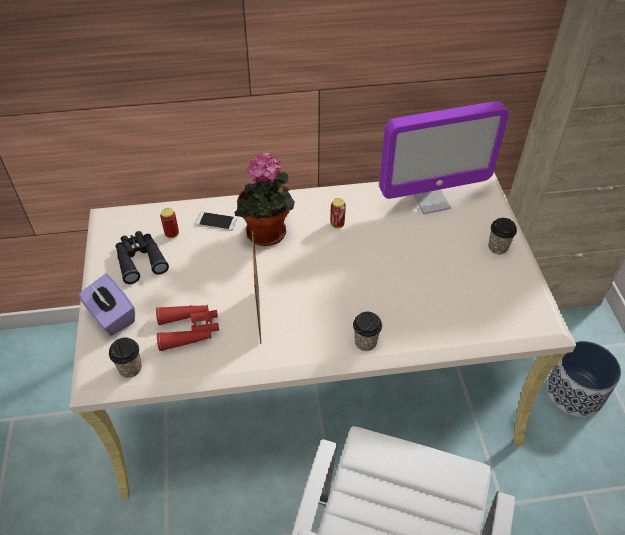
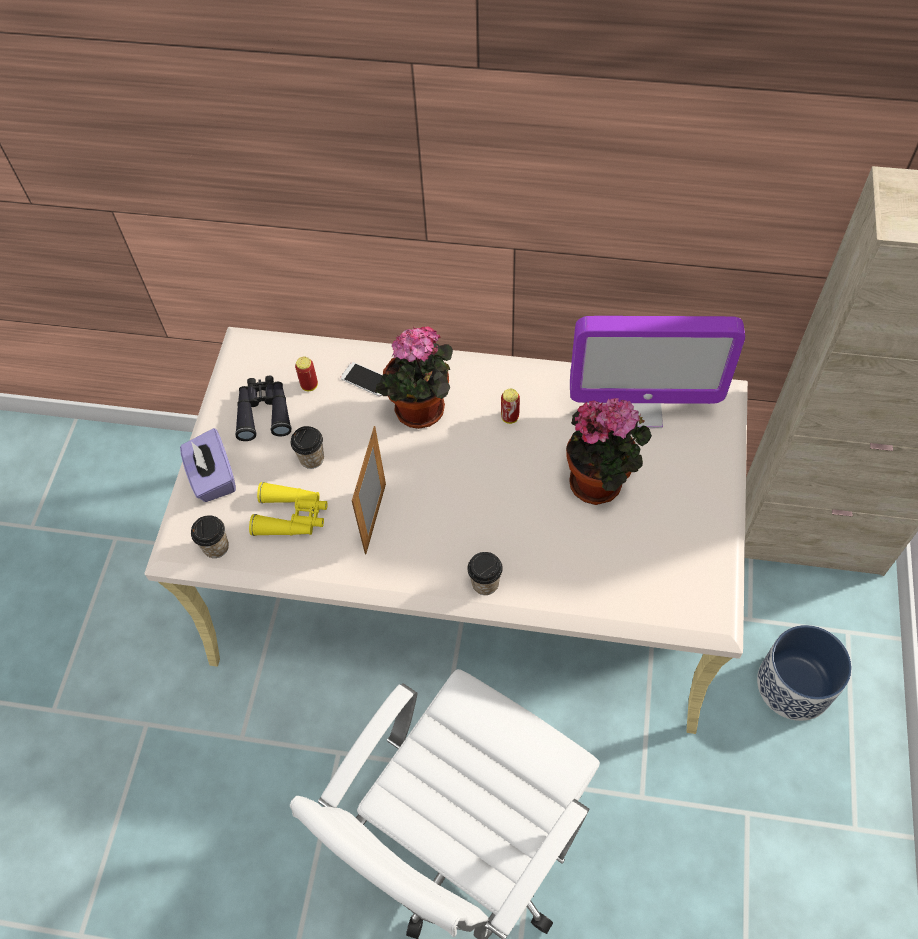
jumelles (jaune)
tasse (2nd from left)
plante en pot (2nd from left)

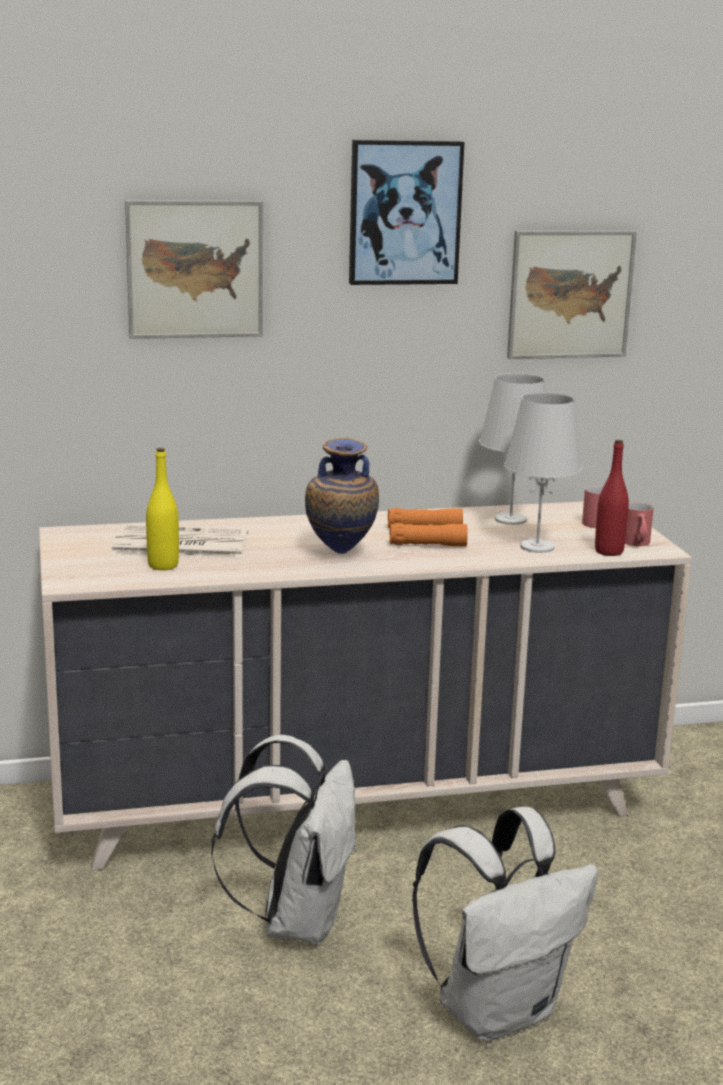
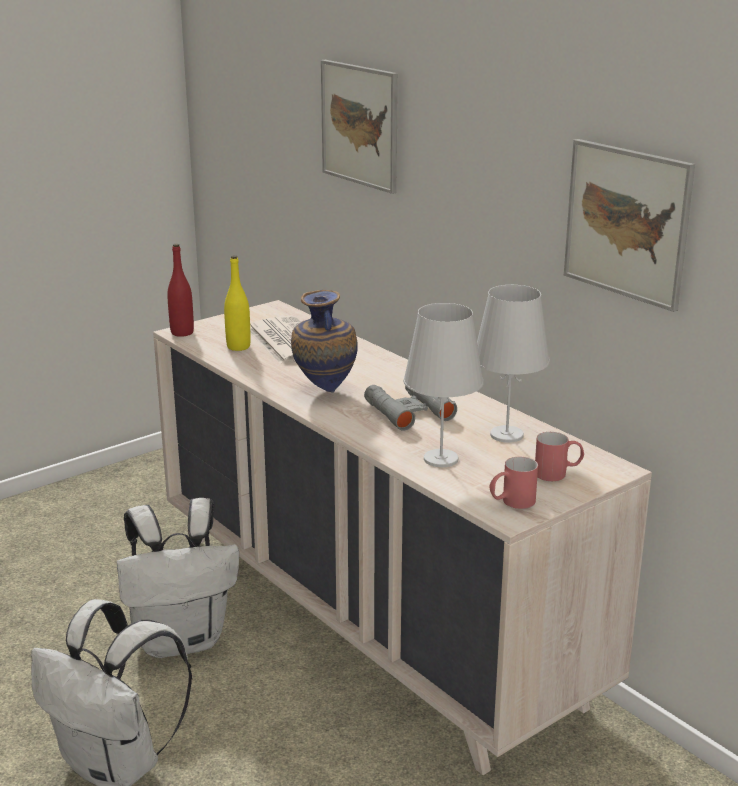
bouteille (rouge)
jumelles (gris)
tableau (2nd from left in the first image)

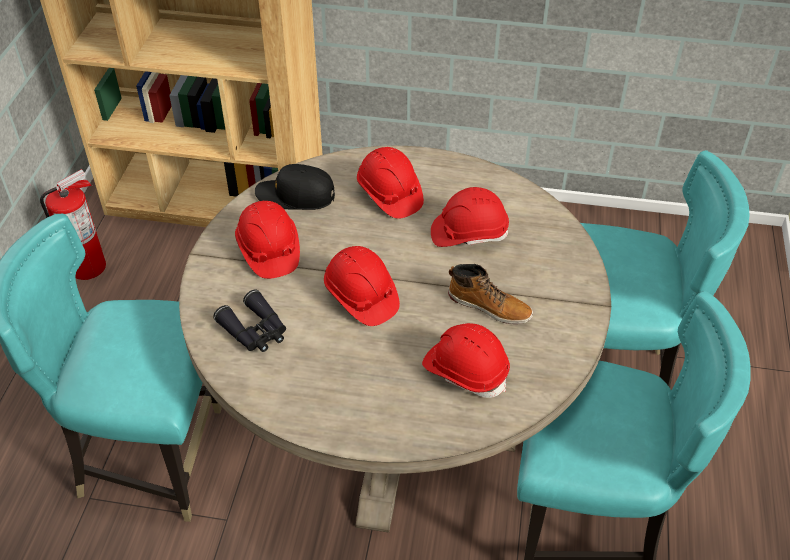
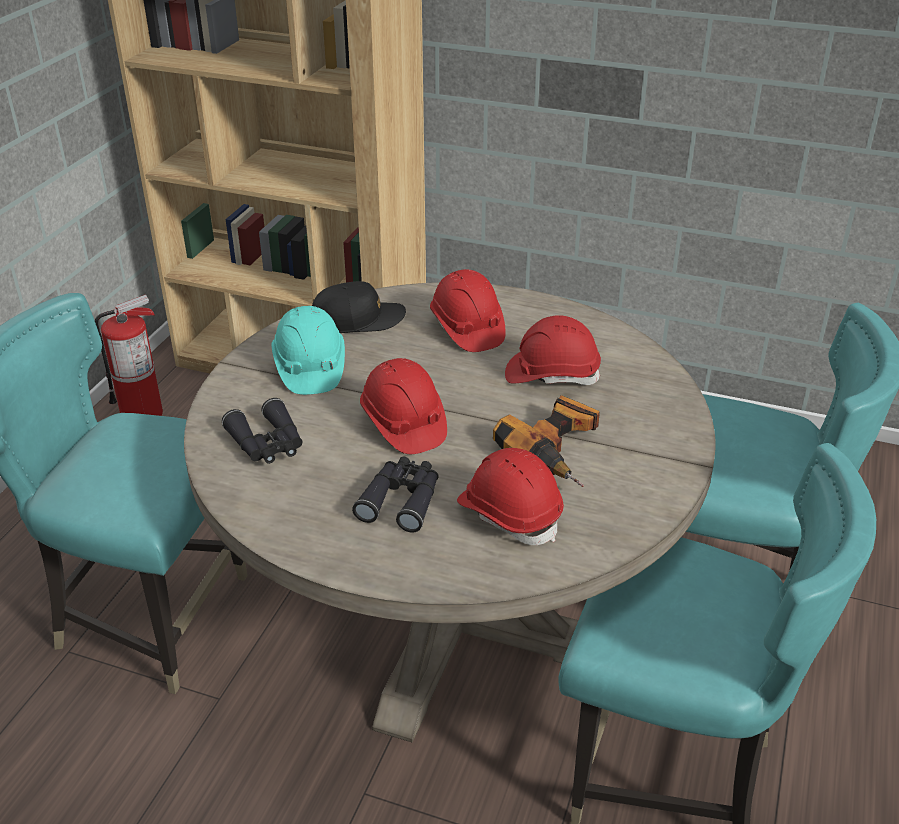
casque de chantier (turquoise)
casquette (noir)
jumelles (noir) (2nd from left)
perceuse

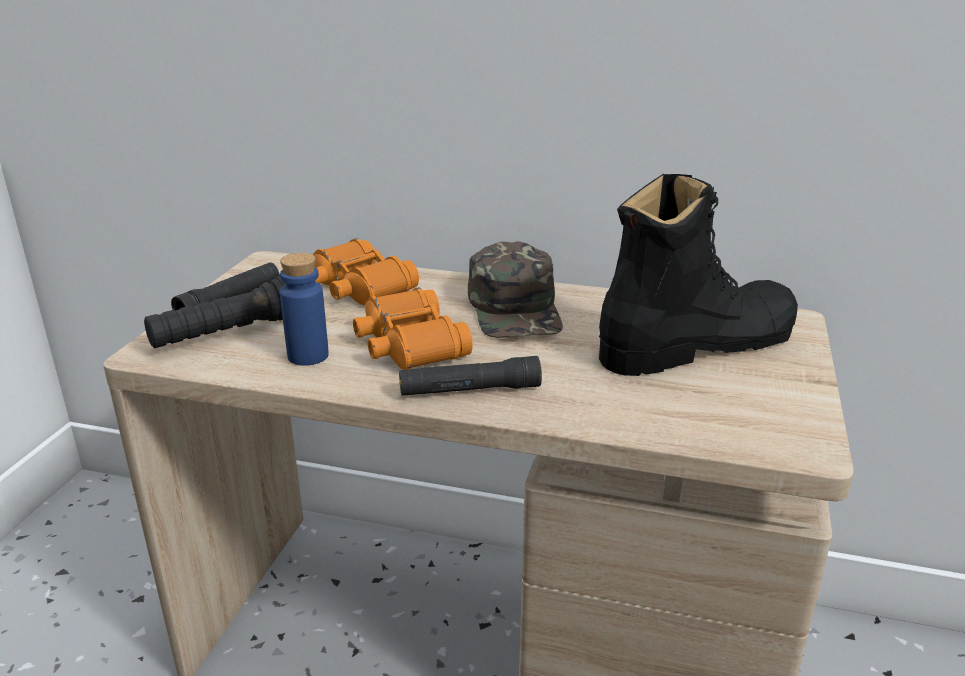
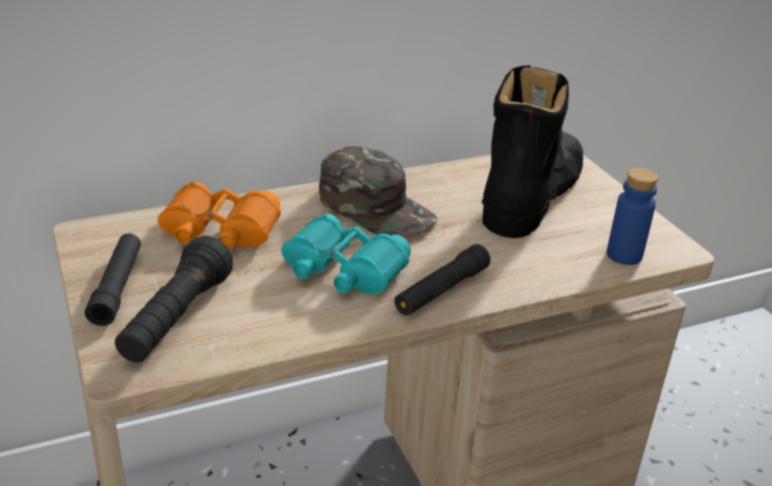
jumelles (turquoise)
bouteille (bleu)

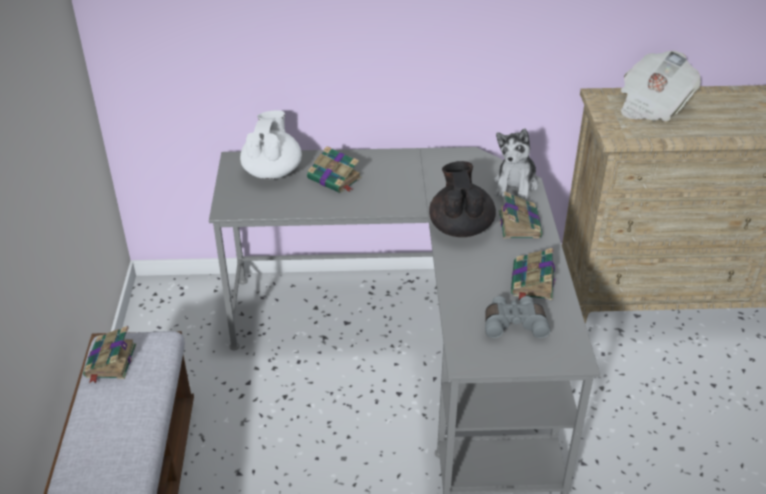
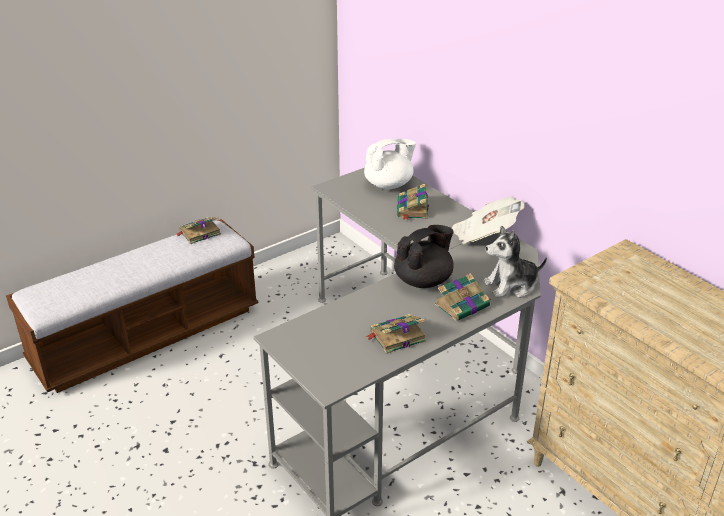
journal
jumelles (gris)

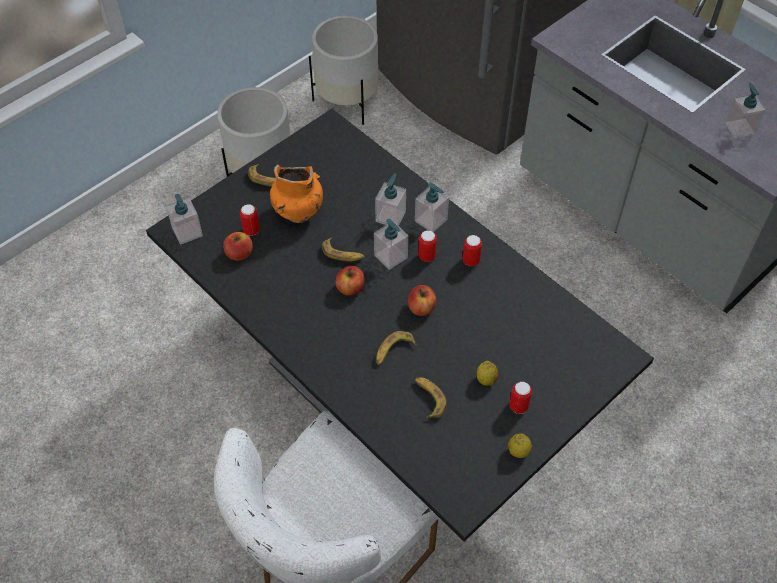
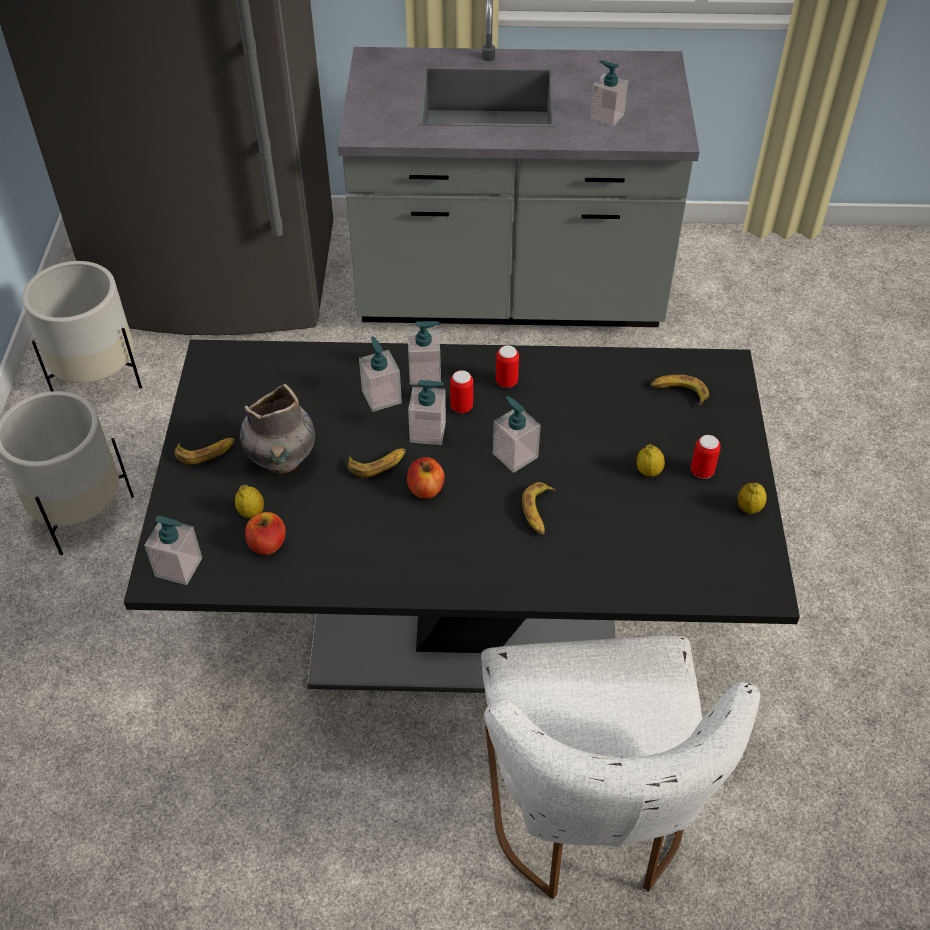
citron (1st from left)
vase (gris)
distributeur de savon (5th from left)
banane (4th from left)

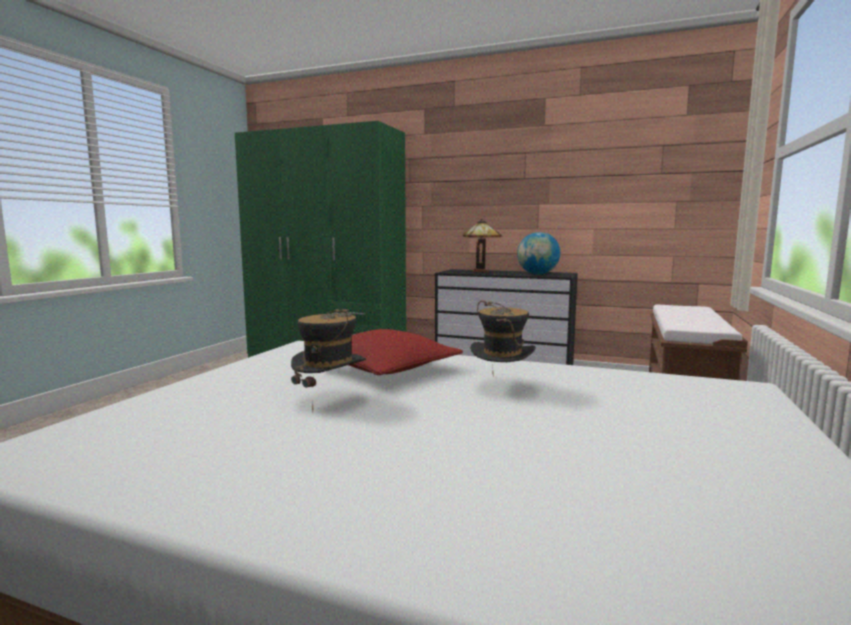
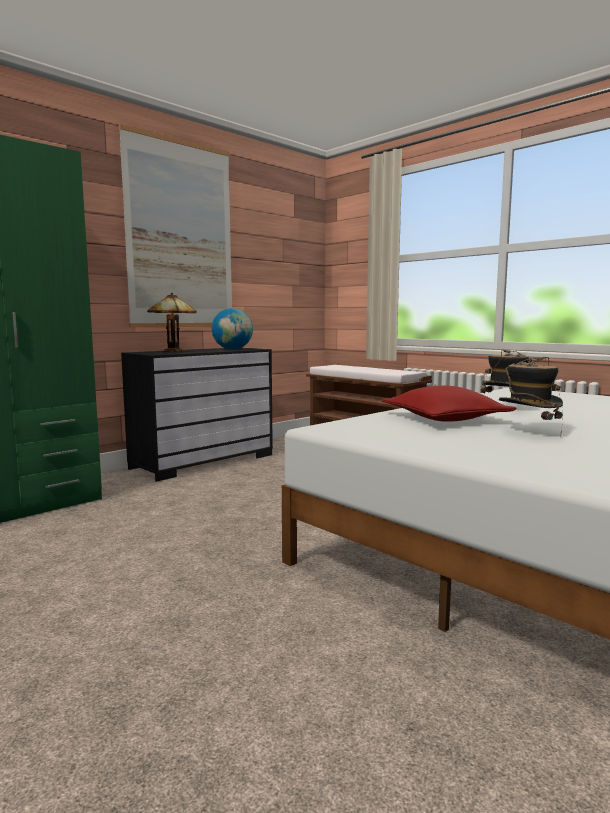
tableau

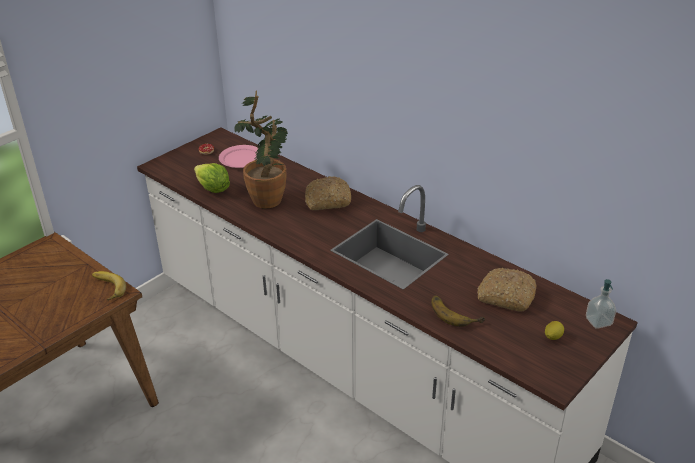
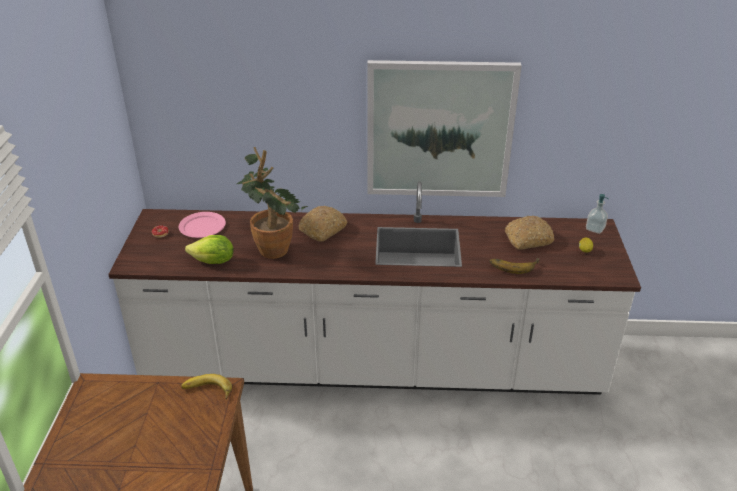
tableau

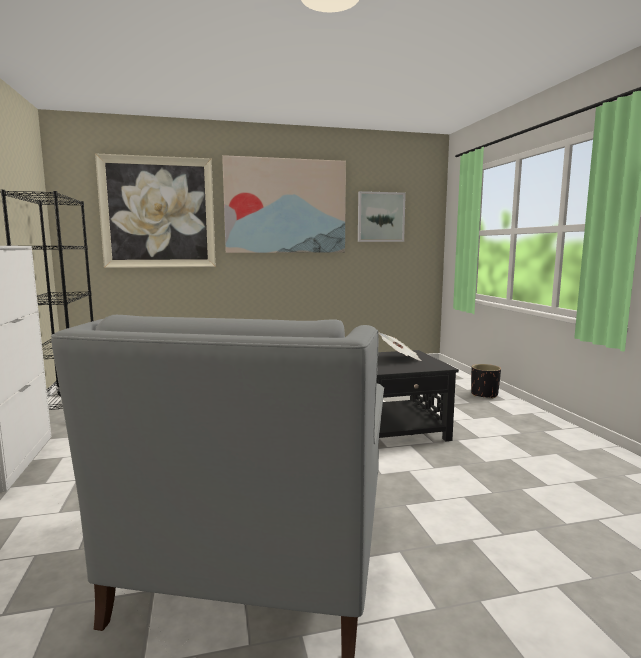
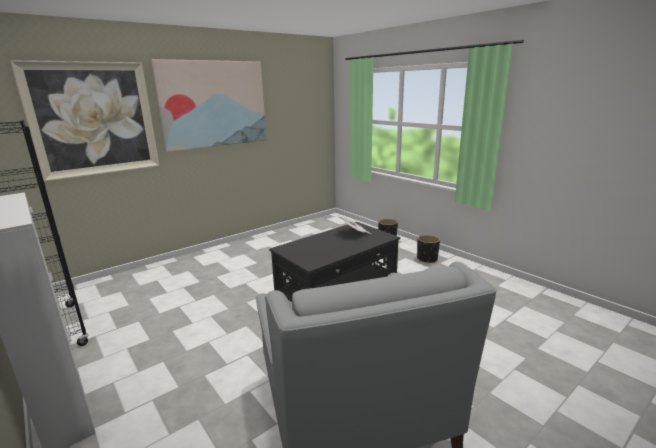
cache-pot (noir) (2nd from left)
tableau (3rd from left in the first image)

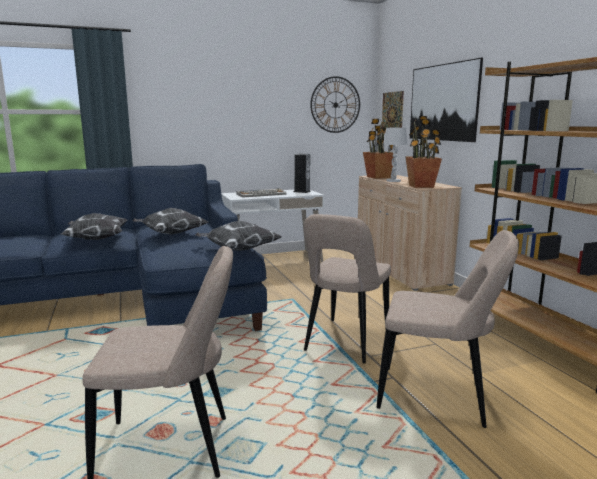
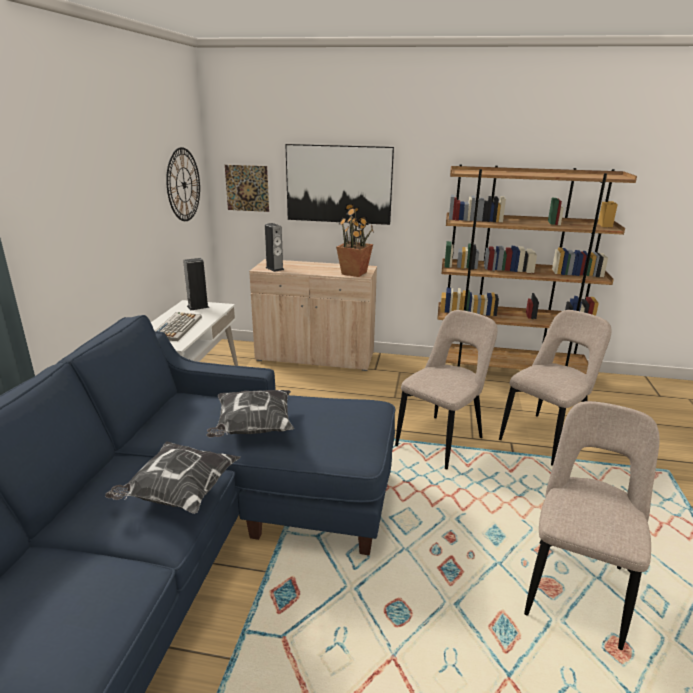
enceinte (2nd from left)
chaise (beige) (1st from left)
coussin (3rd from left in the first image)
lampe de table (blanc)

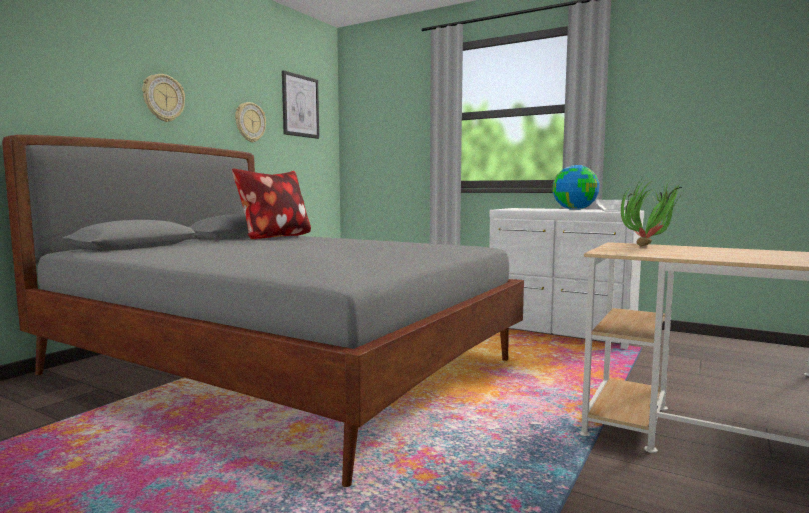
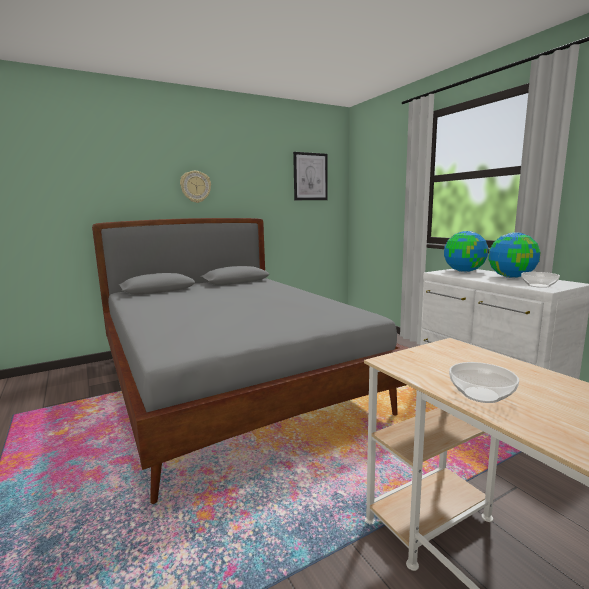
globe (1st from left)
bol (1st from left)
coussin
horloge murale (2nd from left in the first image)
plante en pot

